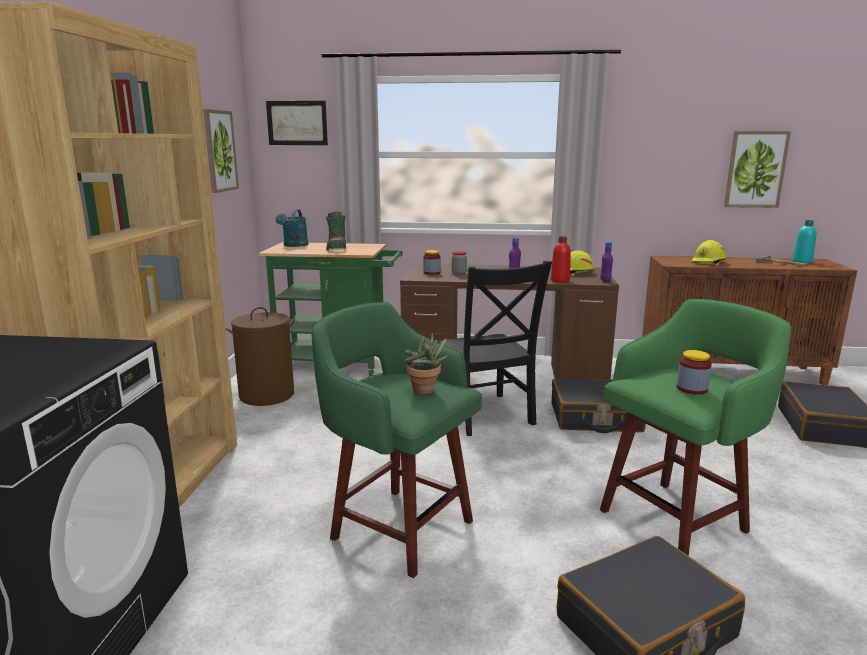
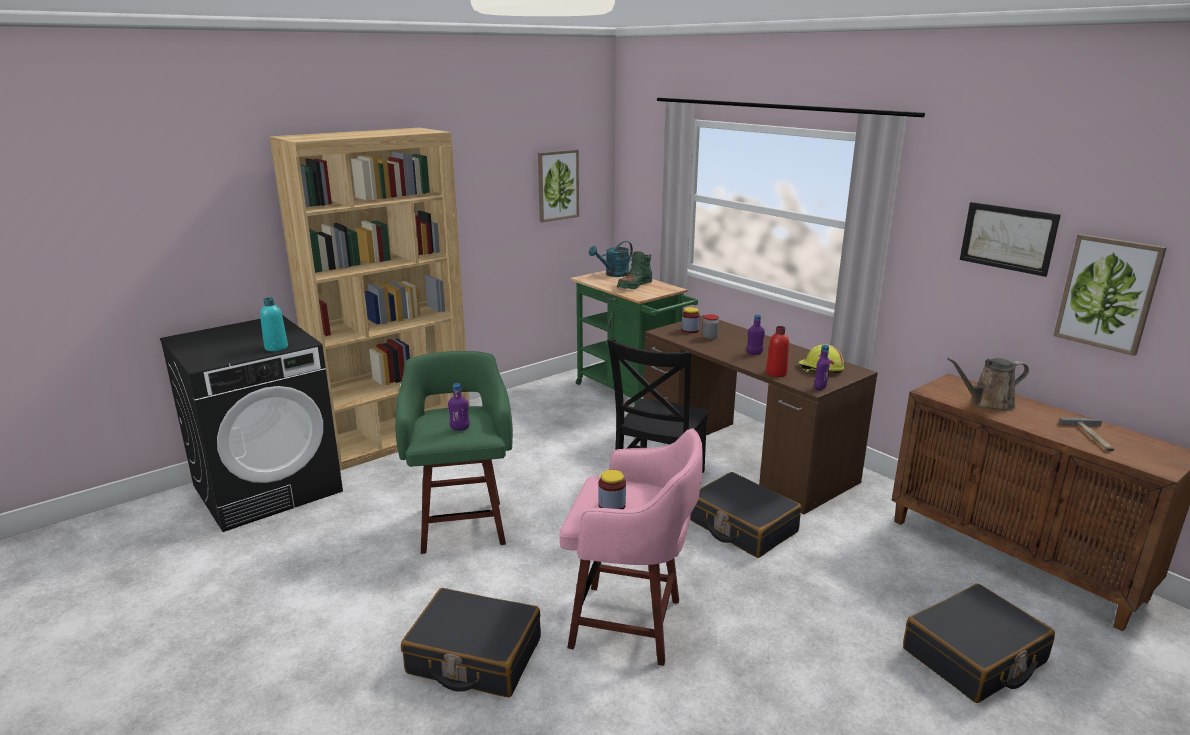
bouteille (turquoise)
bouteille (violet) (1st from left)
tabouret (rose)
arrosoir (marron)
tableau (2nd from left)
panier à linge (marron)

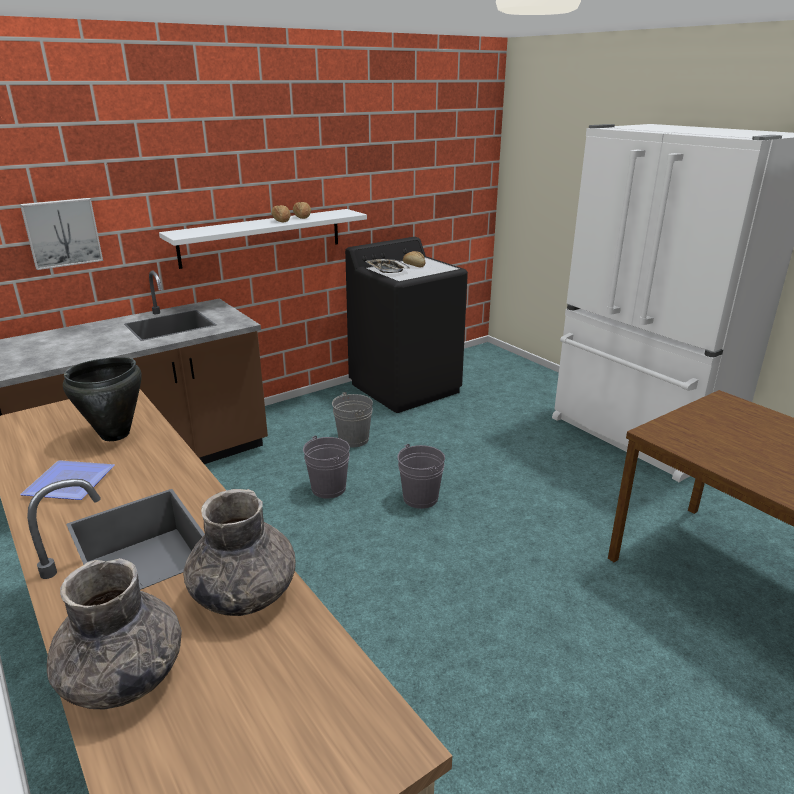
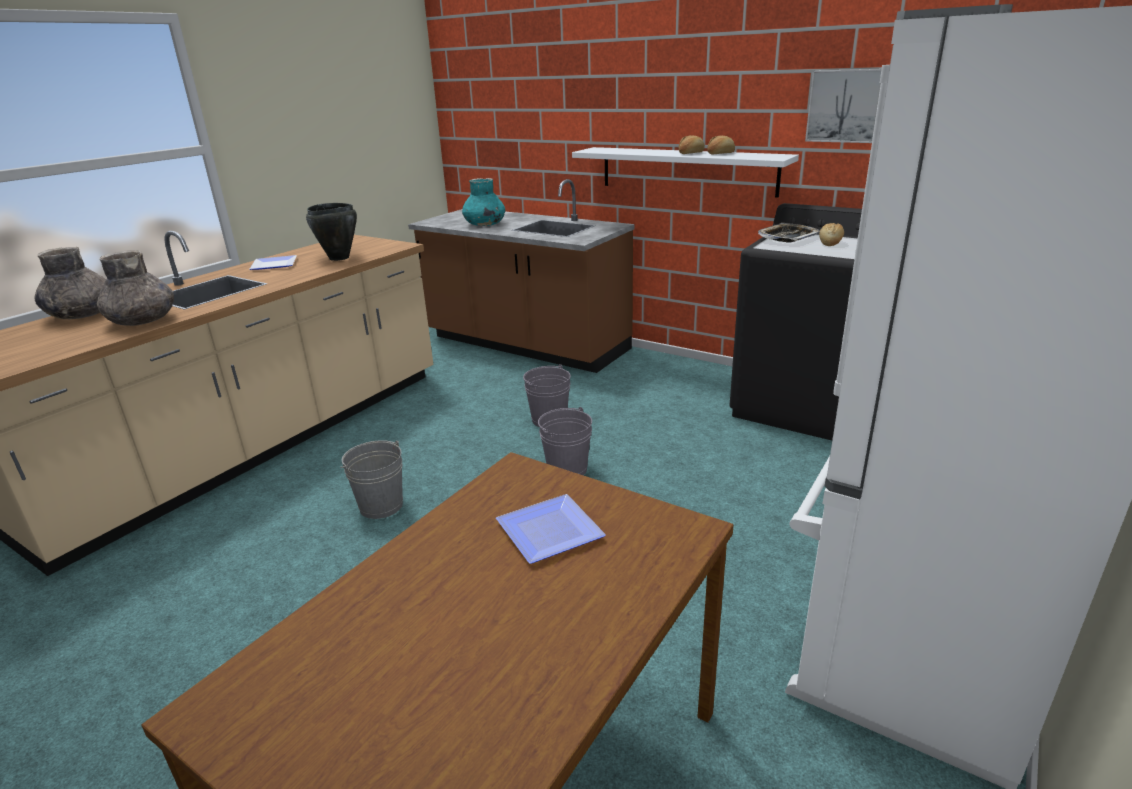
seau (gris) (1st from left)
vase (turquoise)
assiette (2nd from left)
tableau

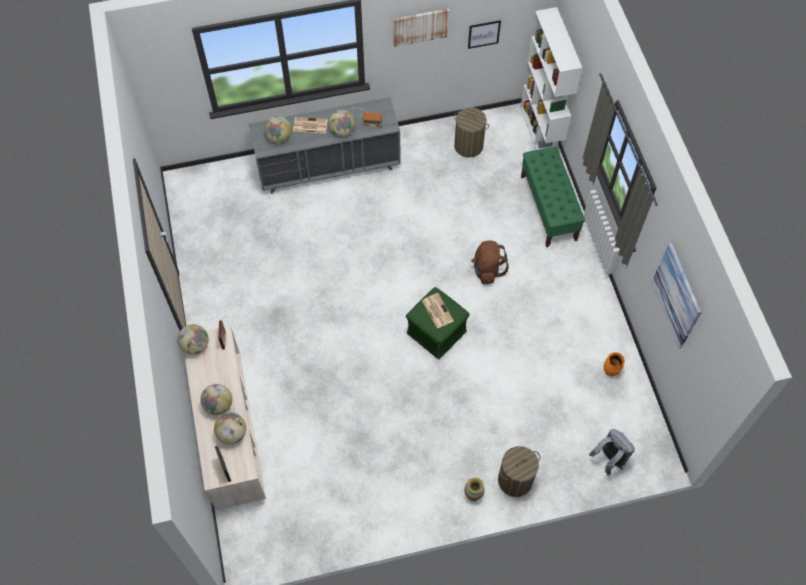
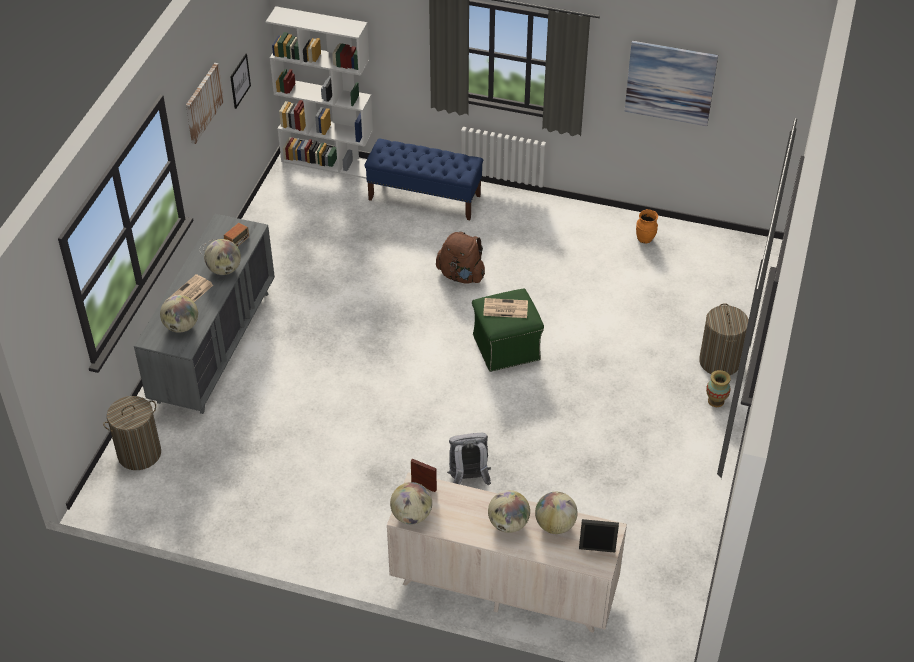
panier à linge (1st from left)
banc (bleu)
sac à dos (gris)

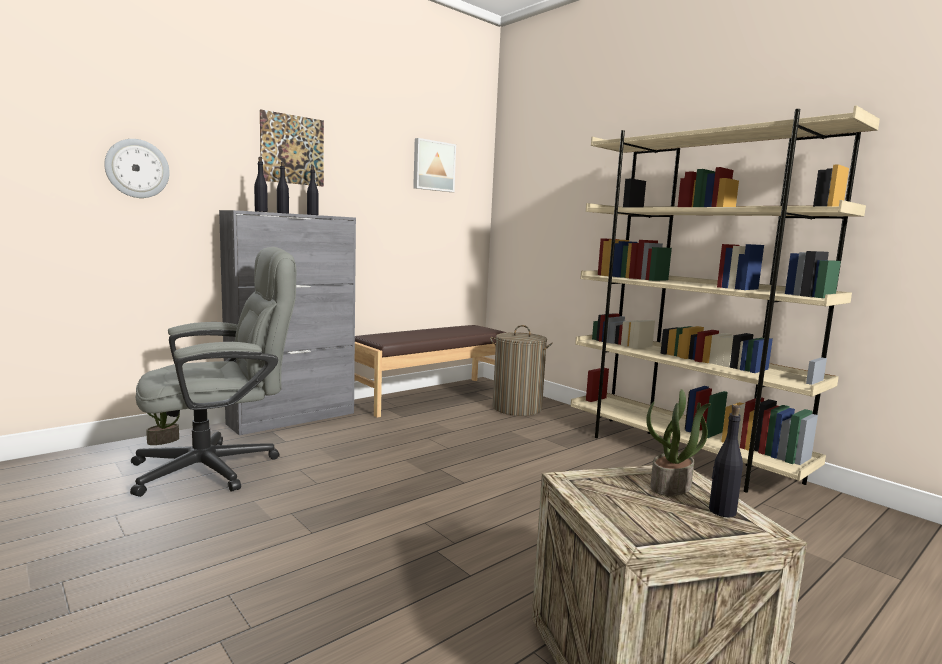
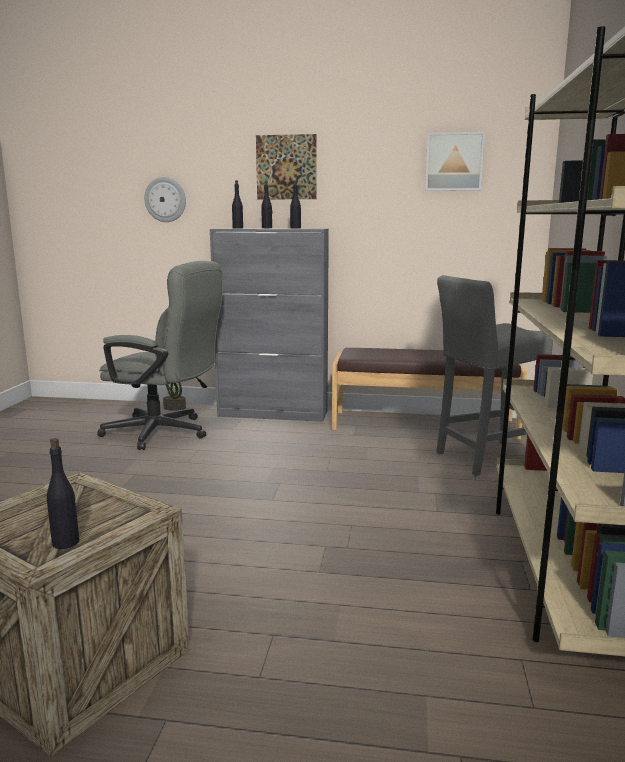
tabouret (gris)
plante en pot (2nd from left in the first image)

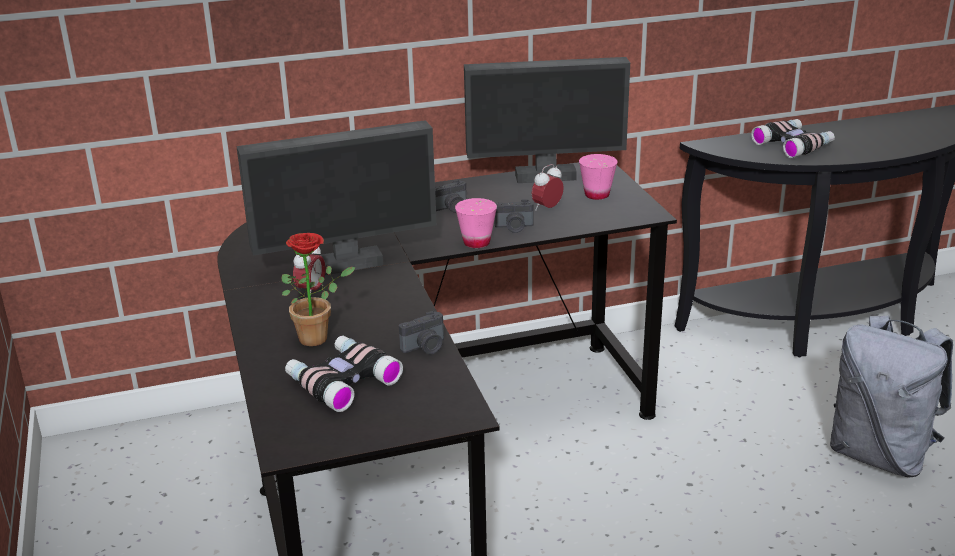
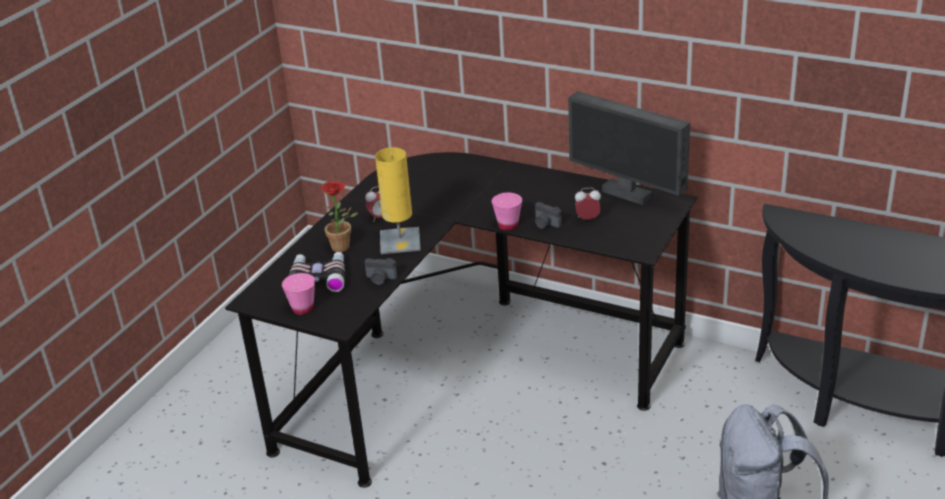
tasse (rose) (1st from left)
lampe de table (jaune)
écran d'ordinateur (1st from left in the first image)
appareil photo (2nd from left in the first image)
jumelles (2nd from left in the first image)

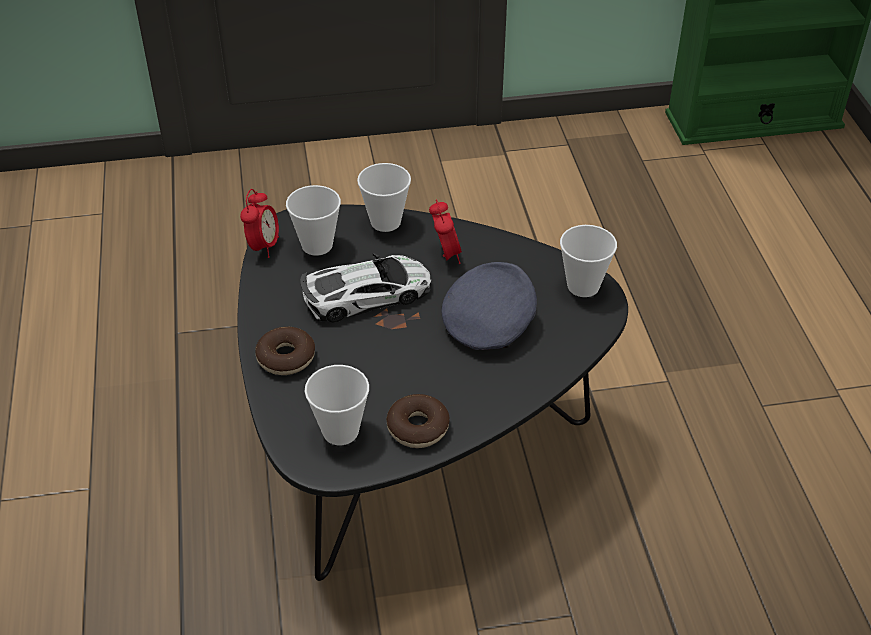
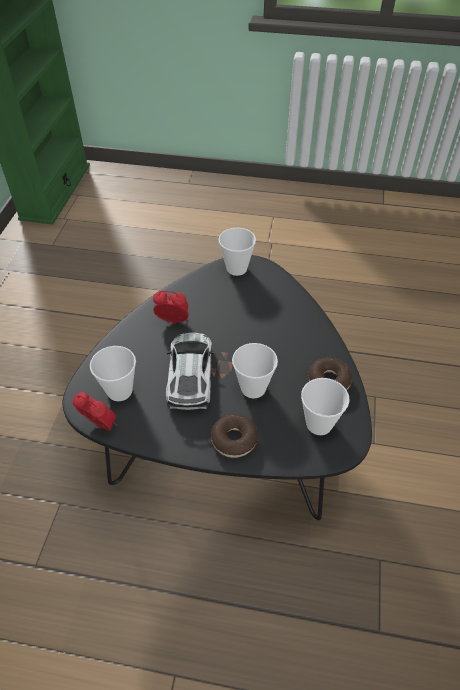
tasse (3rd from left)
casquette (gris)

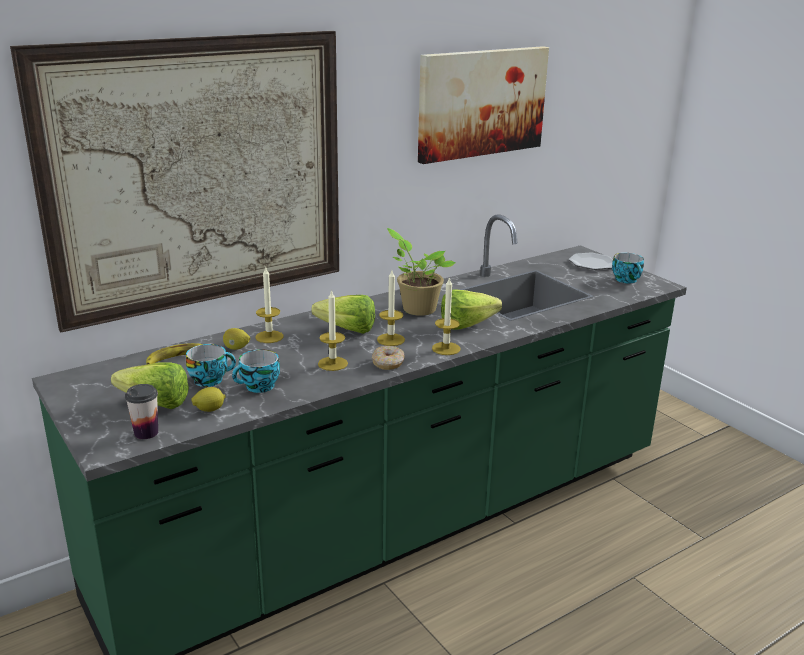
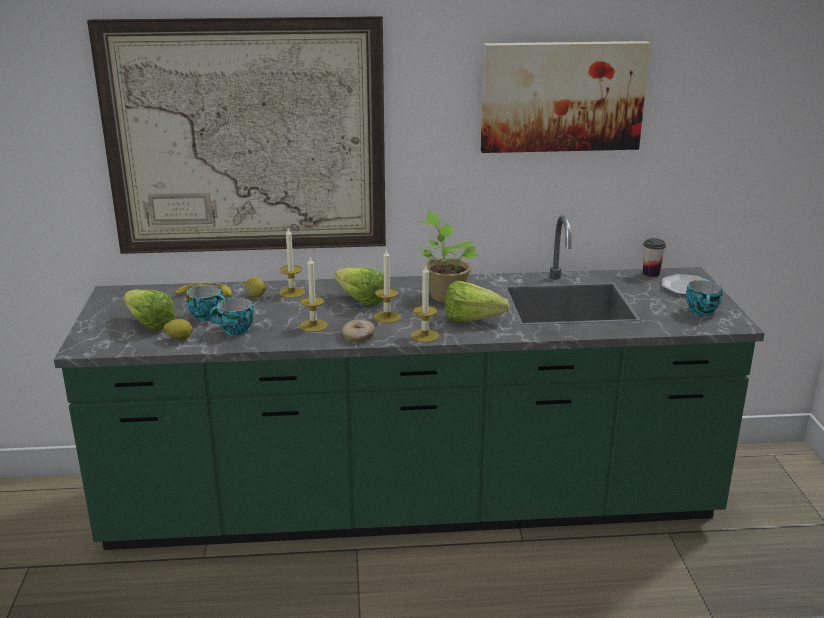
tasse (3rd from left)

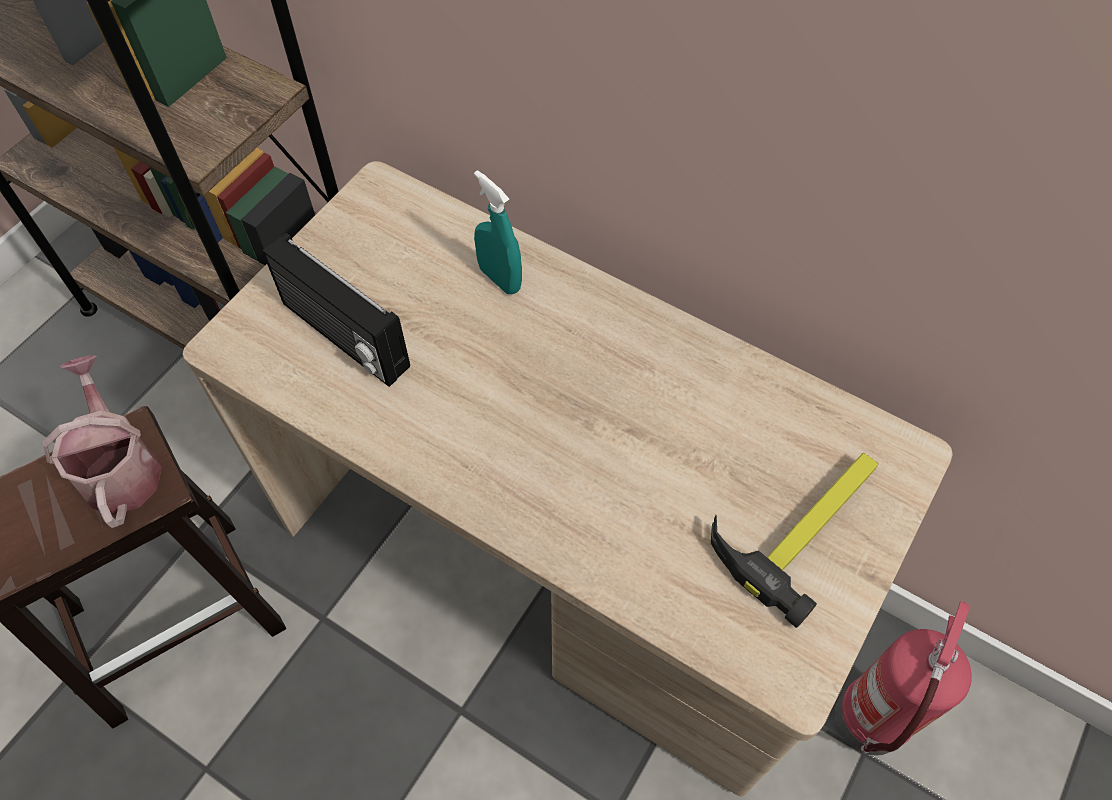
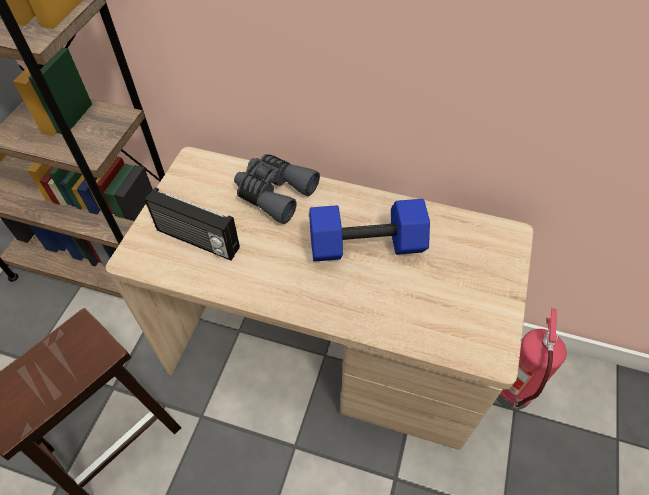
jumelles (gris)
haltère (bleu)
arrosoir
marteau

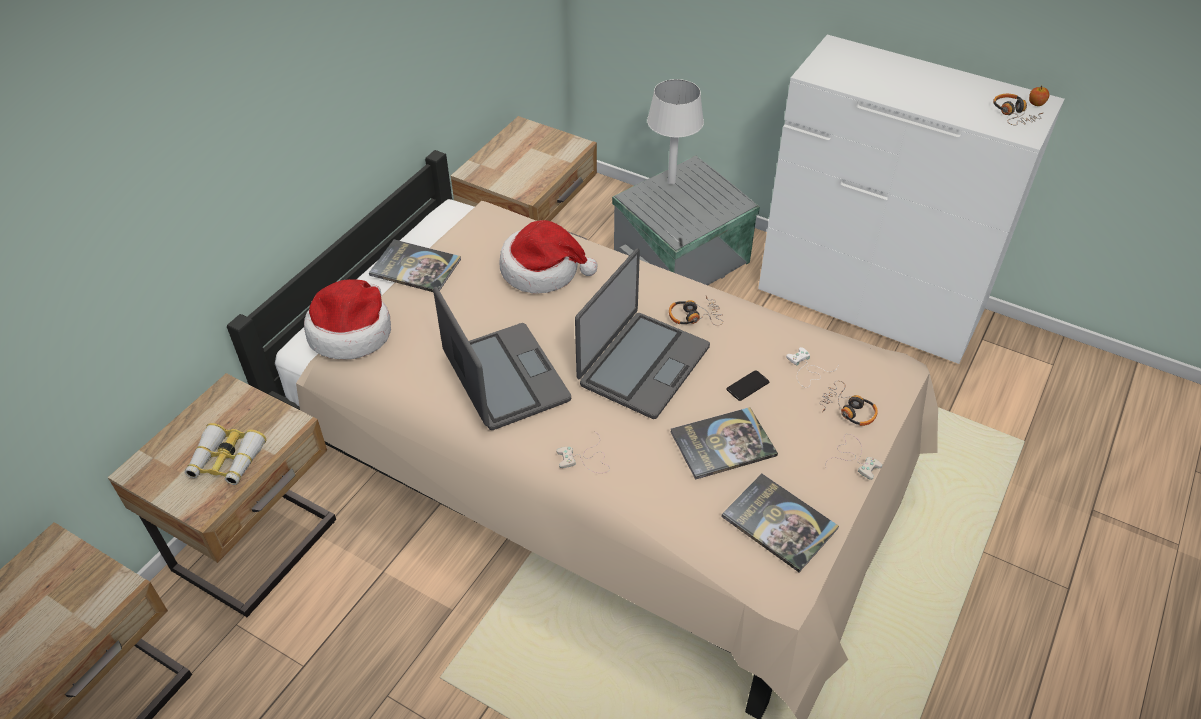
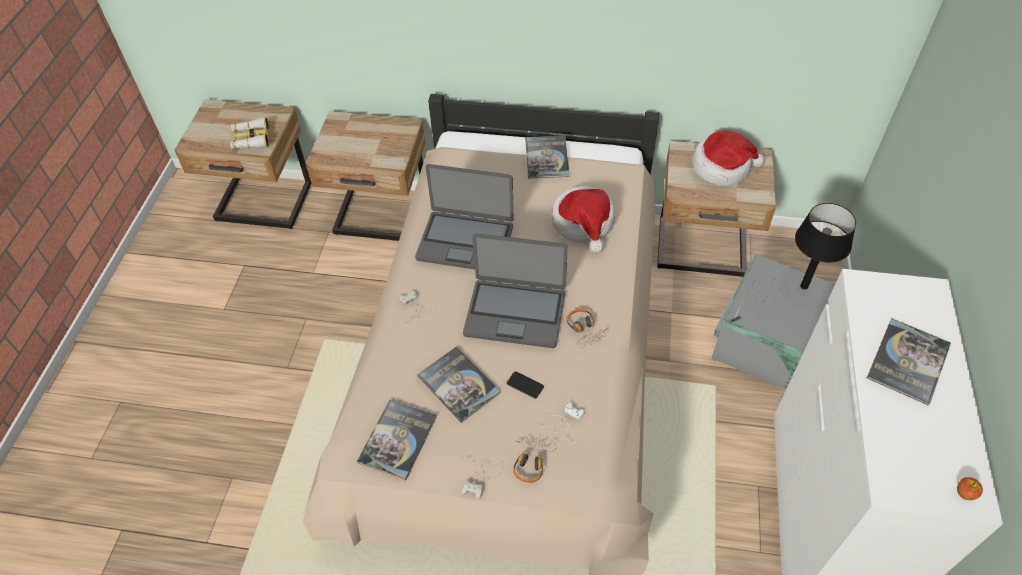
jumelles
ordinateur portable (1st from left)
chapeau (2nd from left)
lampe de table (noir)
livre (4th from left)
casque audio (3rd from left in the first image)

